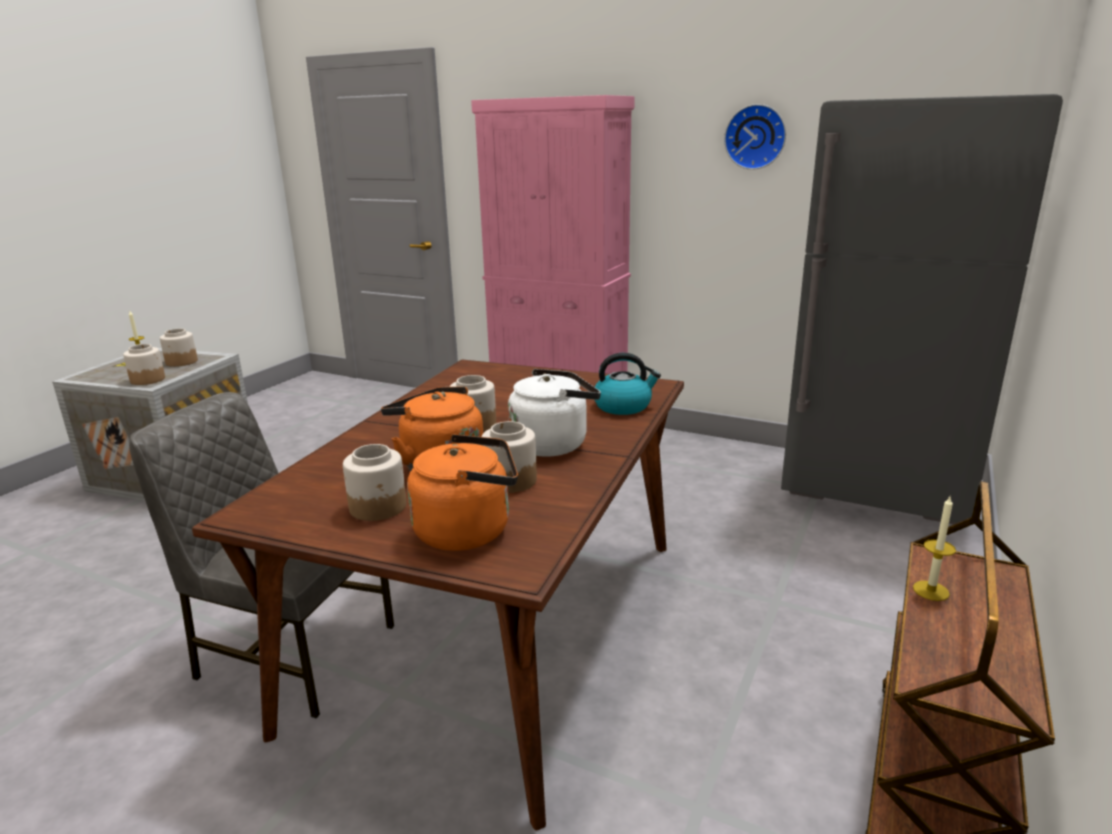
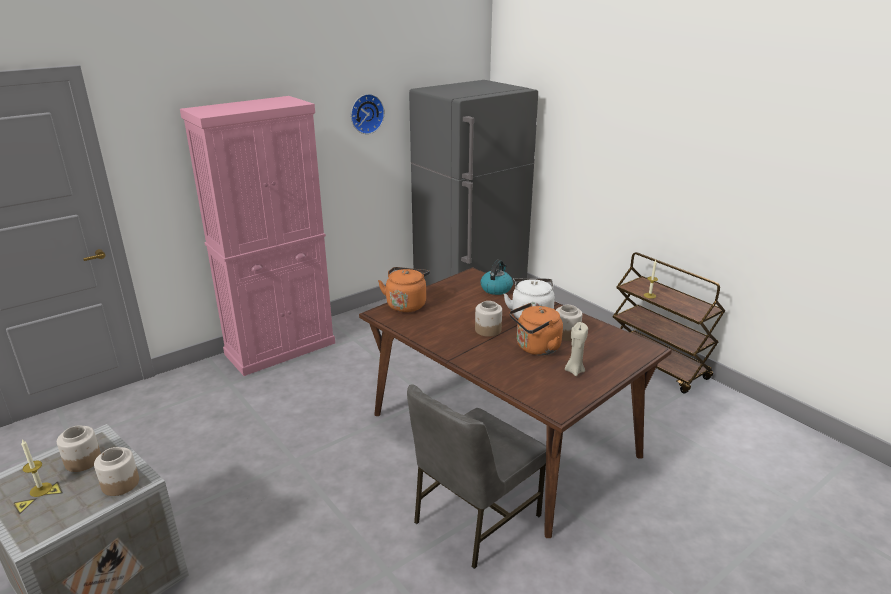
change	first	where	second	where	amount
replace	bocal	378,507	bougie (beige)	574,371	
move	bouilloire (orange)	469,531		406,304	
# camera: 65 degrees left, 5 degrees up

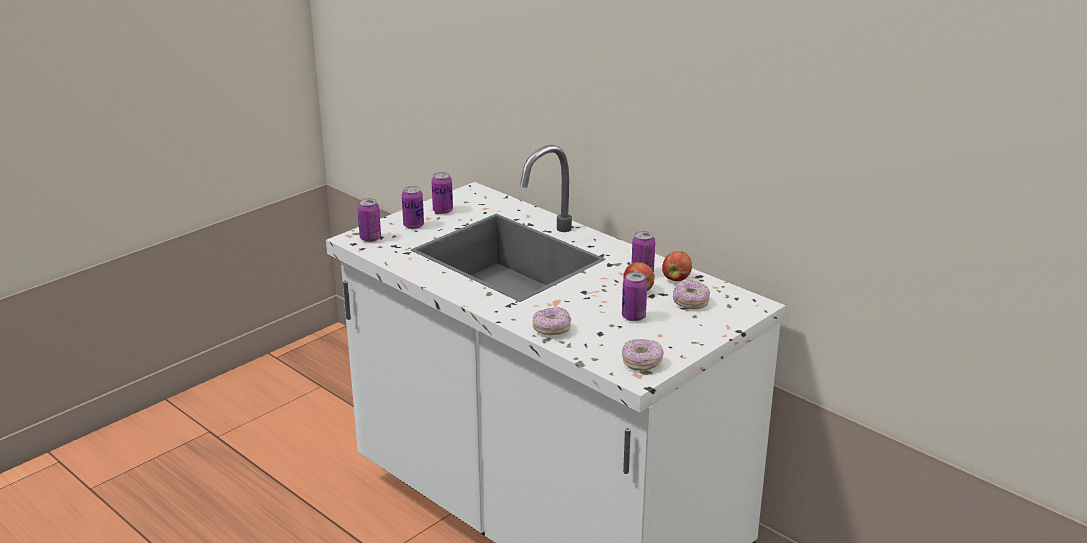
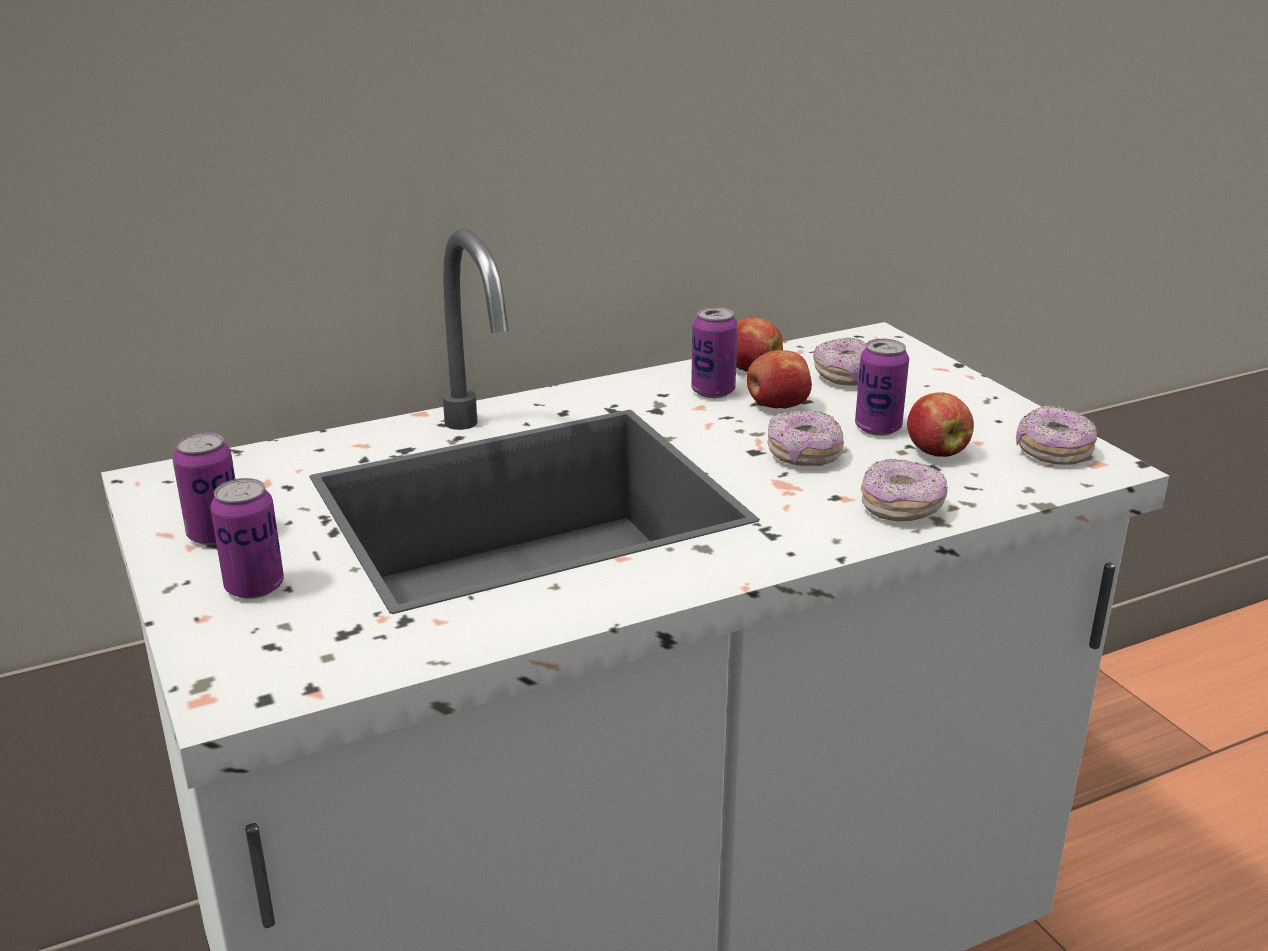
change	first	where	second	where	amount
delete	boîte métallique	370,238			
insert			beignet	804,455	
insert			pomme	935,452	
# camera: 70 degrees left, 0 degrees up

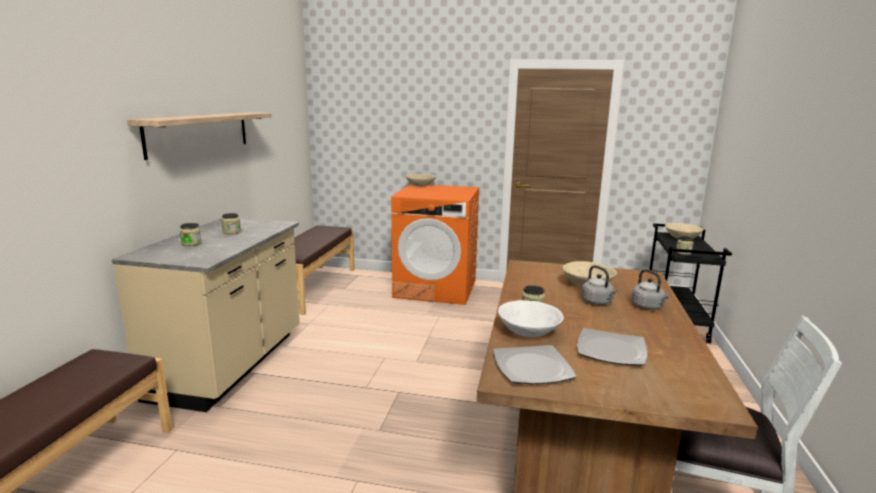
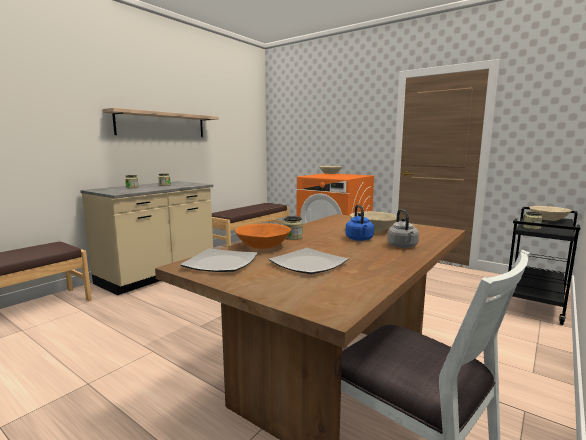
change	first	where	second	where	amount
recolor	bol (blanc)	528,332	bol (orange)	263,246	
recolor	bouilloire (gris)	598,302	bouilloire (bleu)	359,239	
# camera: 25 degrees right, 5 degrees down

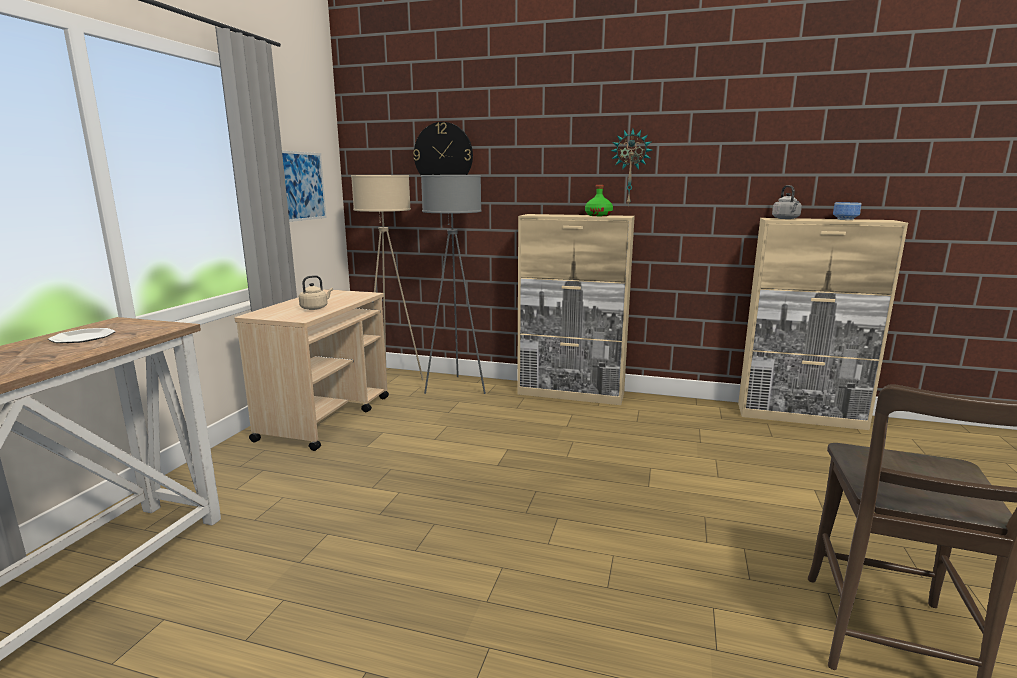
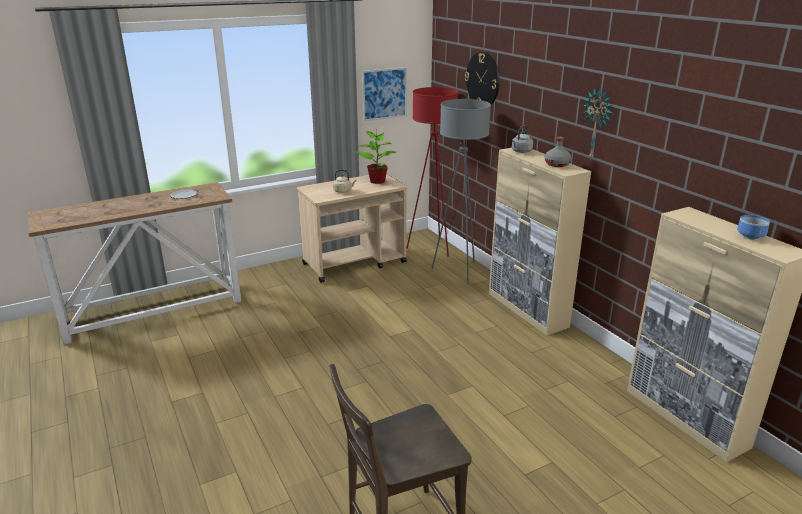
change	first	where	second	where	amount
recolor	lampadaire (beige)	392,378	lampadaire (rouge)	431,248	
recolor	bouteille (vert)	598,215	bouteille (gris)	557,164	
move	bouilloire (gris)	786,218		521,151	
insert			plante en pot	378,181	
# camera: 45 degrees right, 10 degrees up

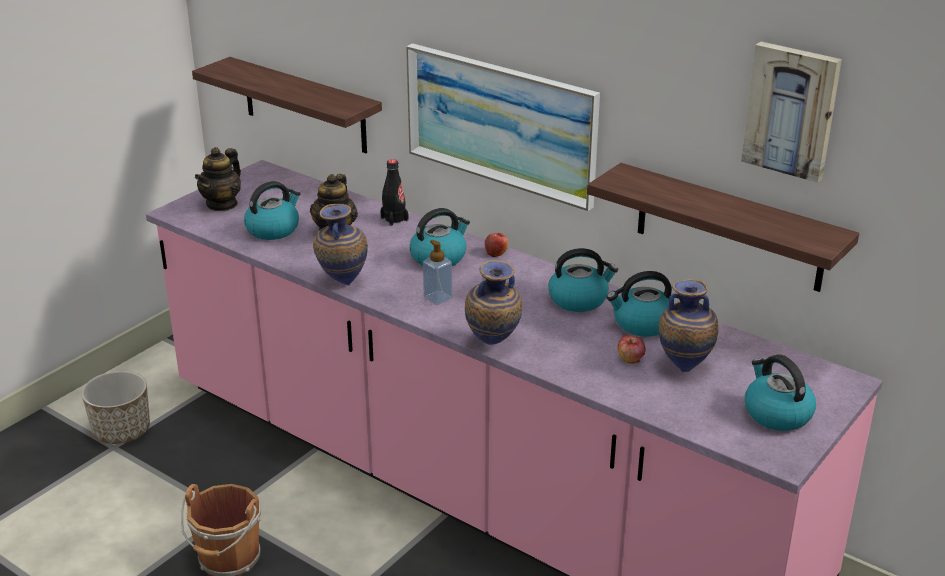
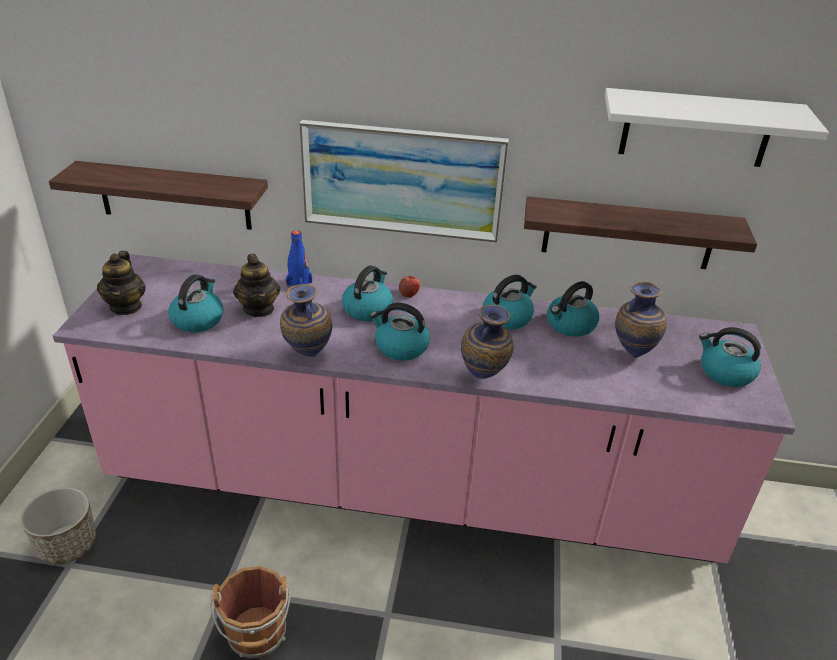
change	first	where	second	where	amount
recolor	bouteille (noir)	394,219	bouteille (bleu)	299,283	
replace	distributeur de savon	438,298	bouilloire	400,347	
delete	pomme	630,359			
replace	tableau	792,110	étagère (blanc)	696,128	
# camera: 30 degrees left, 5 degrees up

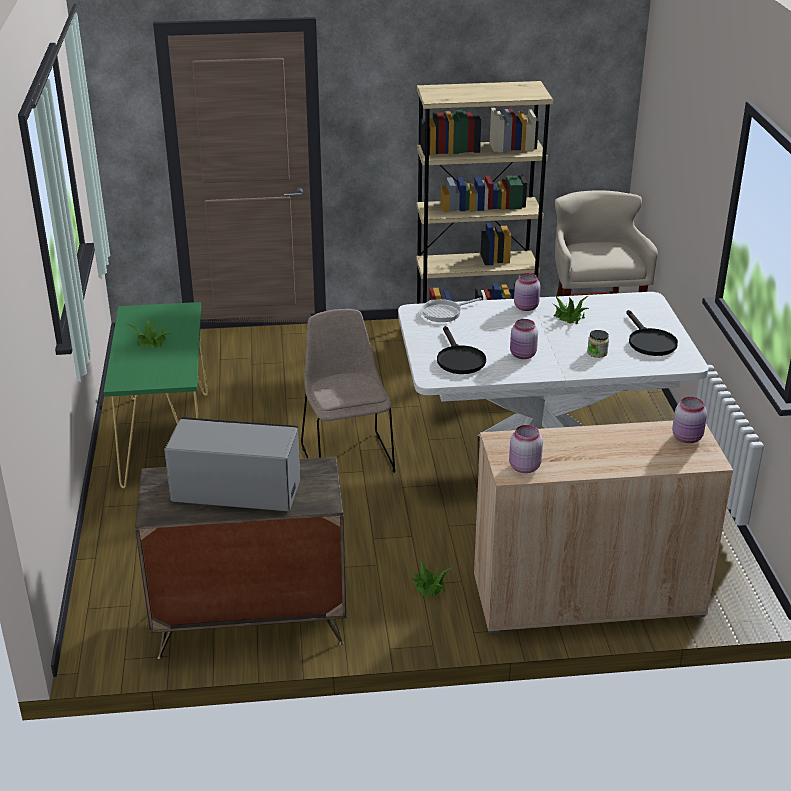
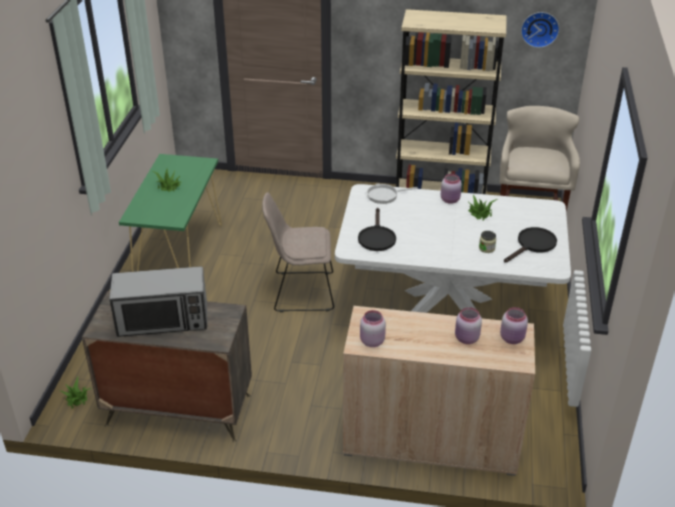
change	first	where	second	where	amount
rotate	micro-ondes	236,490		163,320	150 degrees clockwise
rotate	chaise (beige)	347,456		300,291	90 degrees counterclockwise
move	plante en pot	429,587		76,398	
move	bocal (rose)	523,355		466,339	
rotate	poêle (noir)	649,342		533,245	135 degrees counterclockwise
insert			horloge murale	540,28	
# camera: 15 degrees right, 5 degrees up

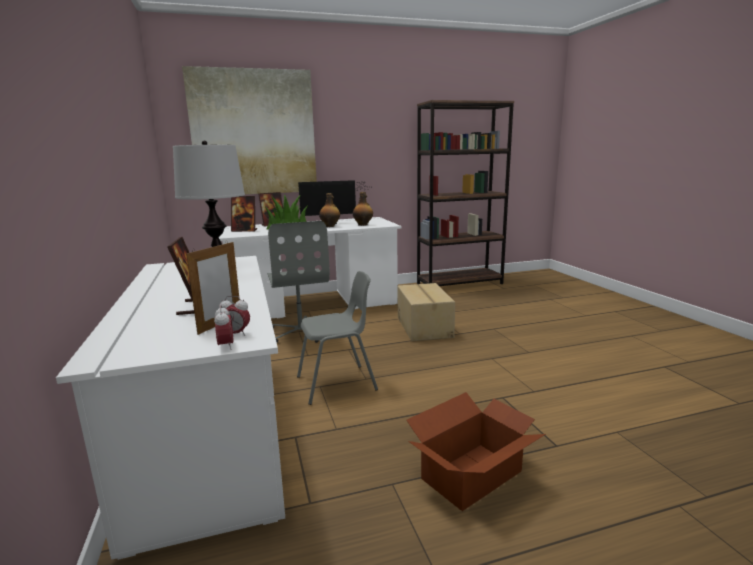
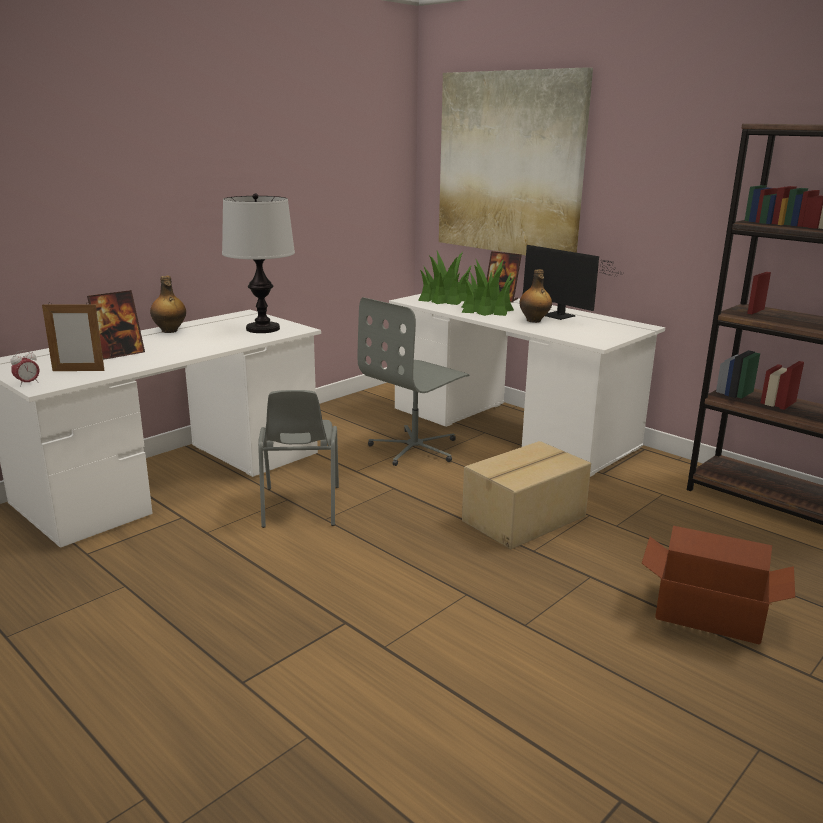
change	first	where	second	where	amount
delete	réveil	236,334			
replace	cadre photo	244,230	plante en pot	445,298	
rotate	chaise (gris)	337,384		300,507	45 degrees clockwise
move	bouteille	363,224		170,331	
move	carton	473,475		709,615	
# camera: 60 degrees right, 5 degrees up

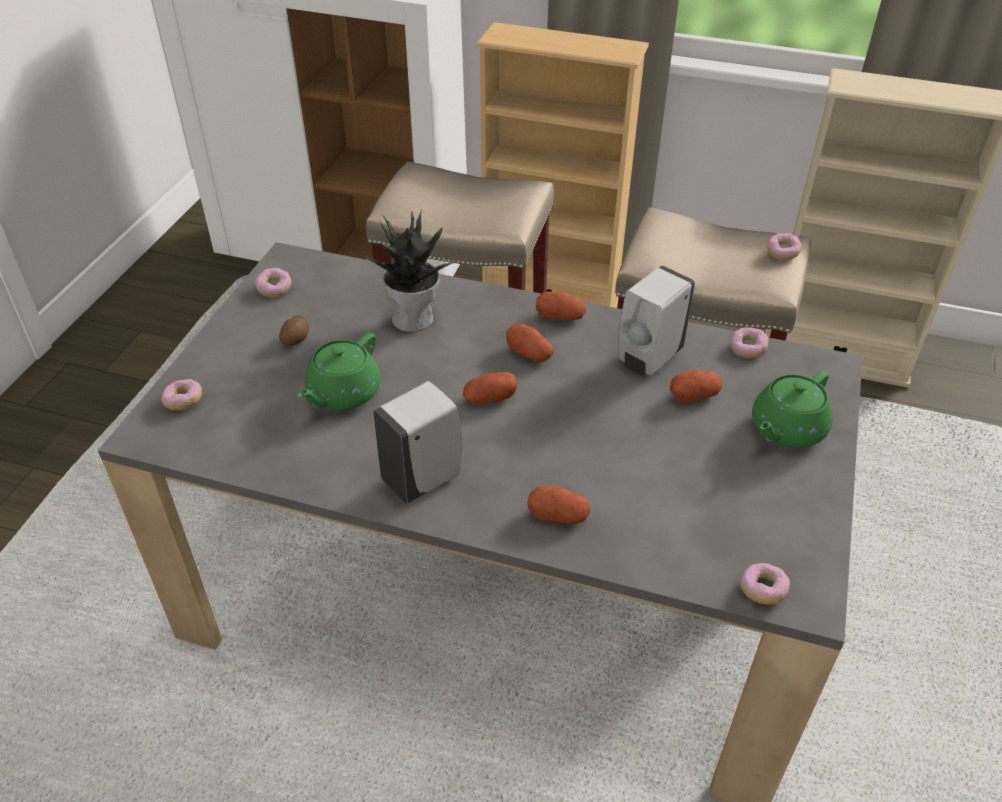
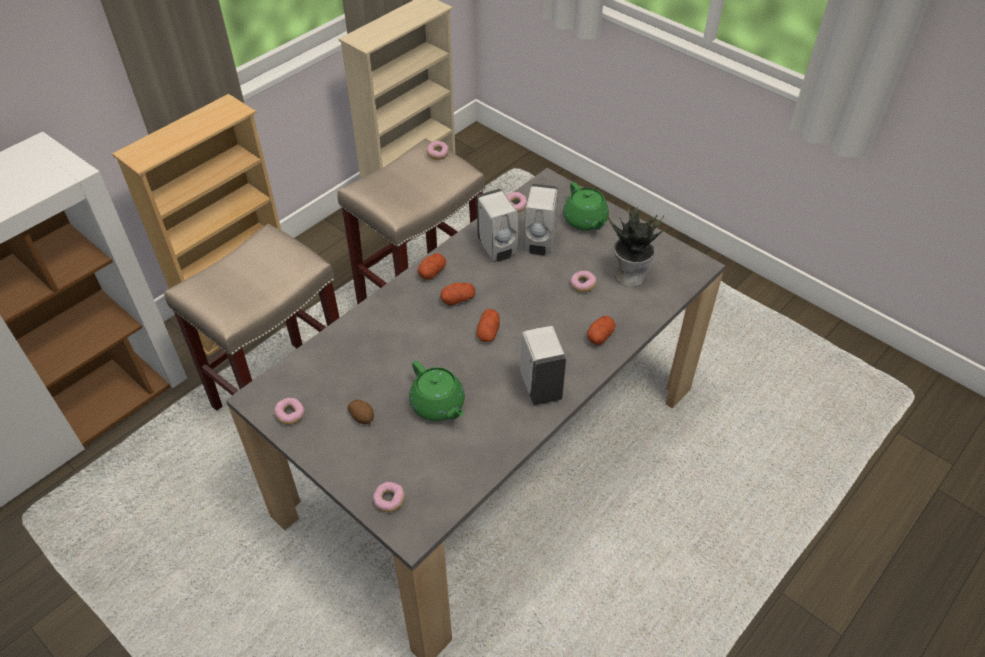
change	first	where	second	where	amount
move	plante en pot	414,318		630,275	
replace	pomme de terre	693,395	distributeur de savon (blanc)	539,244	
move	beignet	762,590		583,285	
# camera: 65 degrees left, 5 degrees up

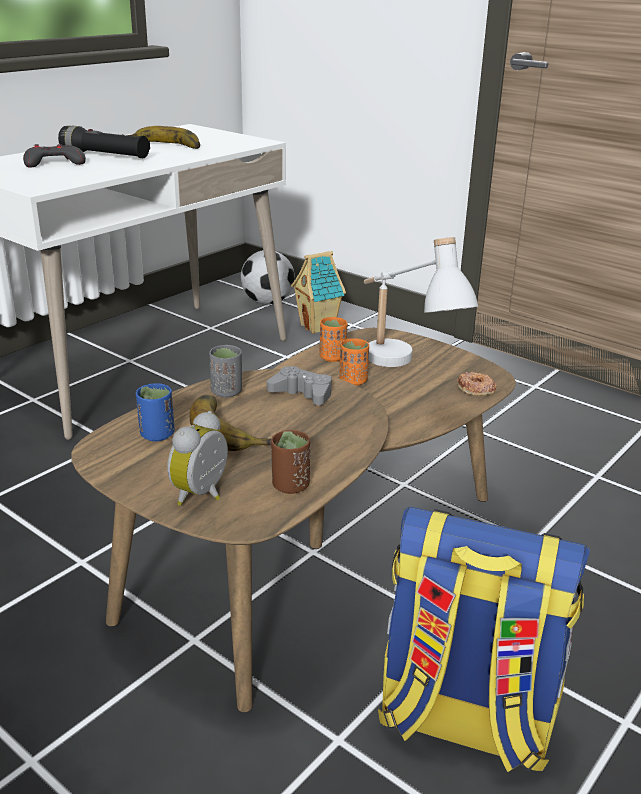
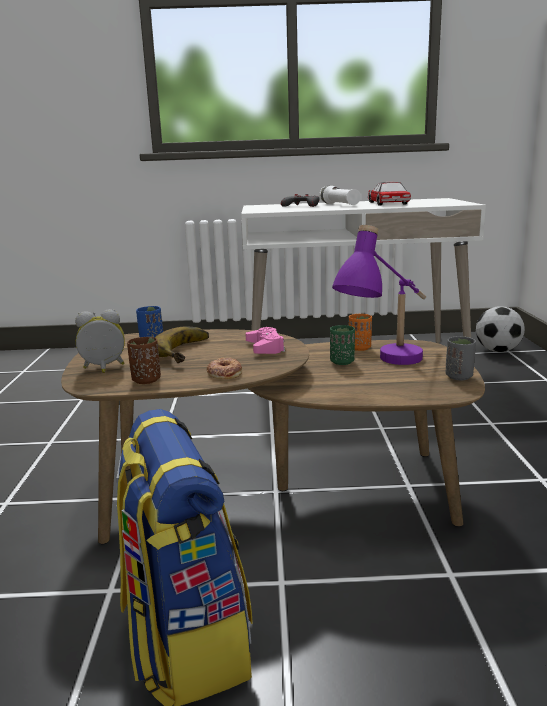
change	first	where	second	where	amount
recolor	lampe de poche (noir)	105,155	lampe de poche (blanc)	339,205	
replace	banane	162,147	petite voiture	387,203	
move	tasse (gris)	226,392		459,377	
recolor	manette (gris)	302,393	manette (rose)	265,347	
delete	maison miniature	318,327			
recolor	tasse (orange)	353,381	tasse (vert)	342,362	
recolor	lampe de table (blanc)	402,372	lampe de table (violet)	389,367	
move	beignet	475,388		224,373	
# camera: 50 degrees right, 10 degrees down

